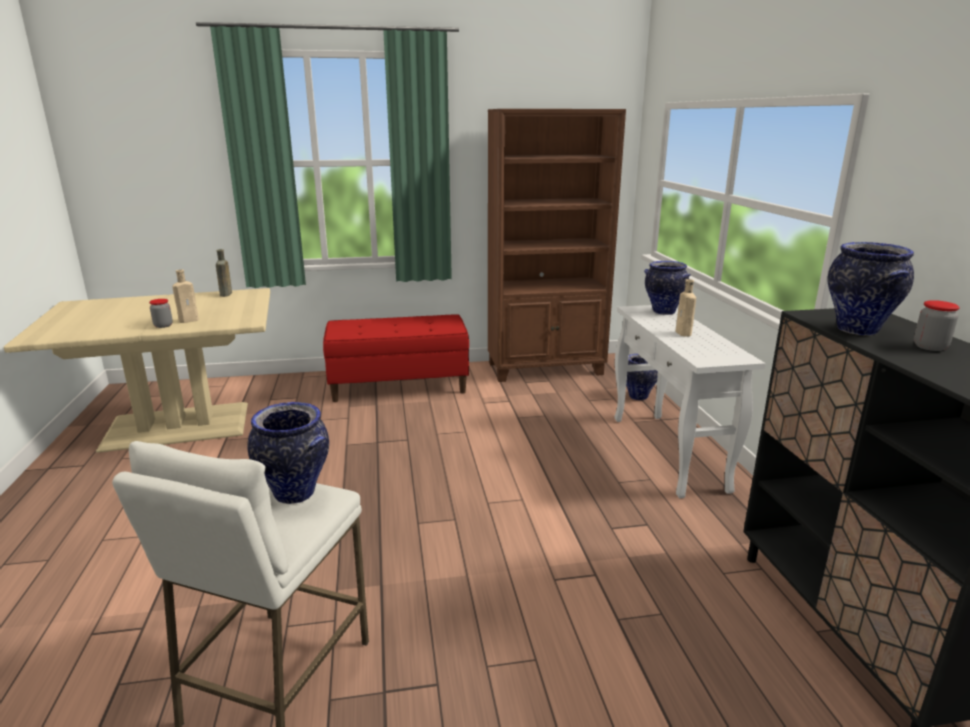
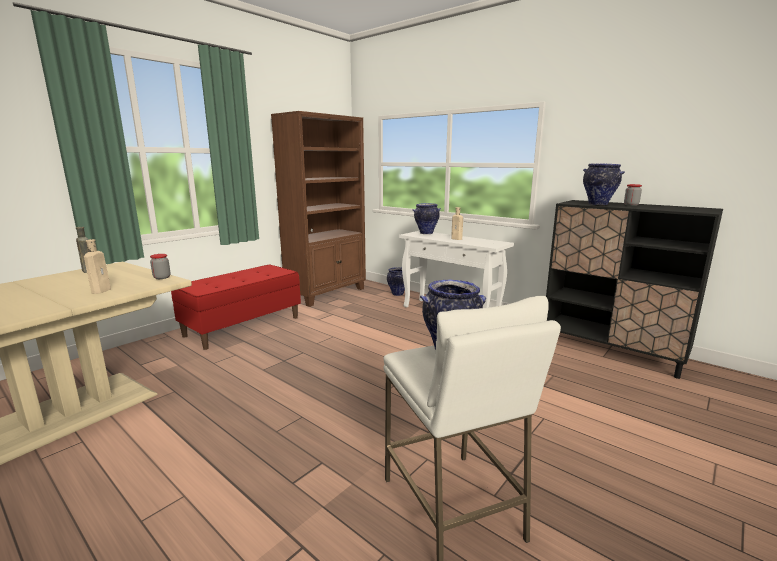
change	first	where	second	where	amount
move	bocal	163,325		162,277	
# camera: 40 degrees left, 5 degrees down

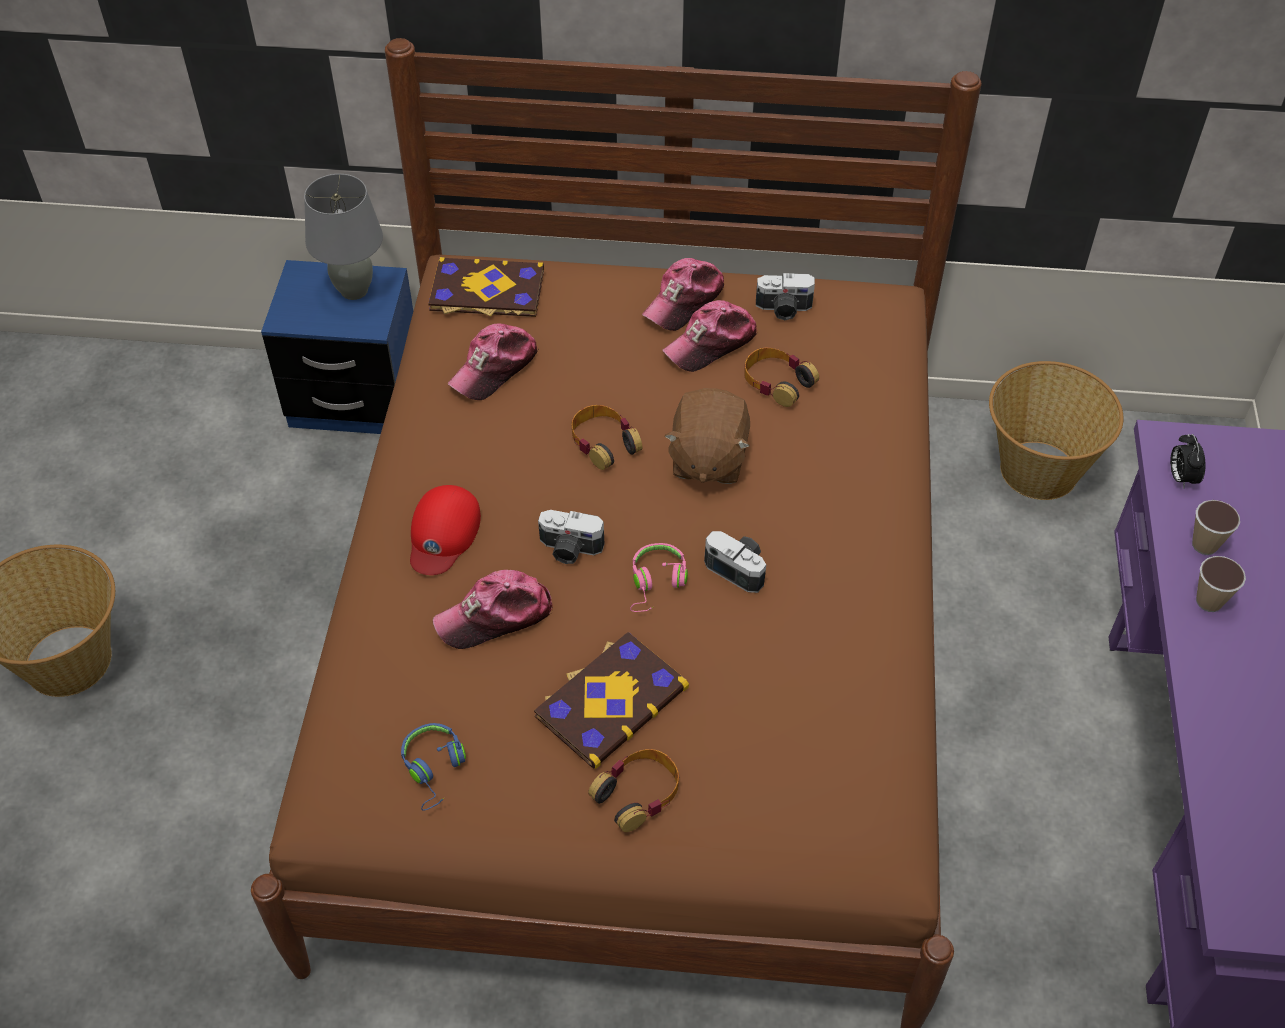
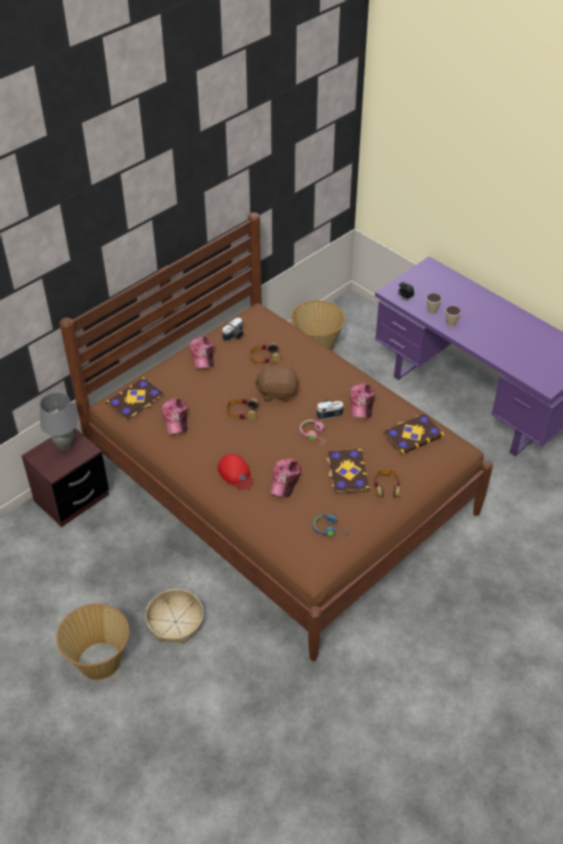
change	first	where	second	where	amount
recolor	table de chevet (bleu)	356,398	table de chevet (marron)	72,498	
delete	appareil photo	569,549			
move	casquette	711,343		362,403	
rotate	peluche (marron)	707,459		277,392	135 degrees clockwise
insert			panier	175,622	
insert			livre	412,435	
# camera: 50 degrees left, 5 degrees down

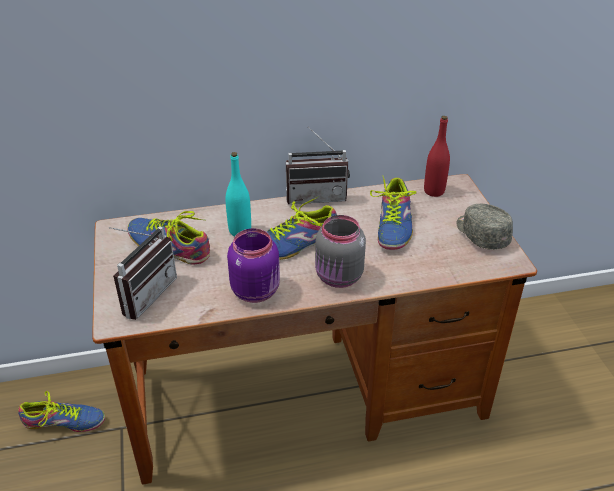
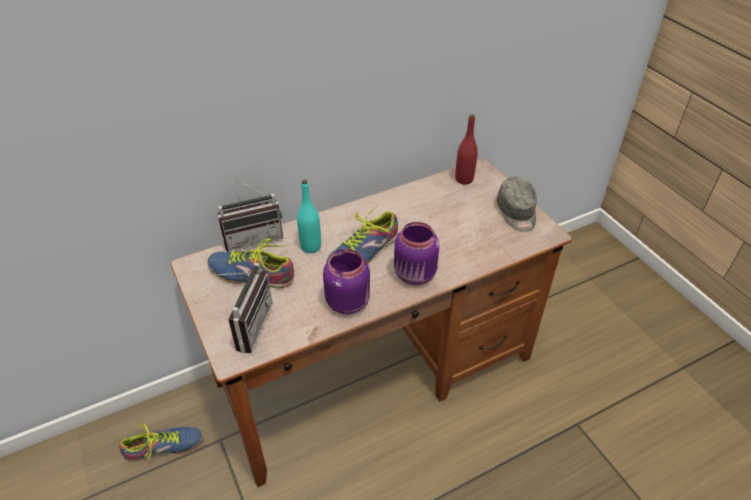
change	first	where	second	where	amount
move	radio	316,196		253,238	
recolor	bocal (gris)	339,278	bocal (violet)	415,275	
delete	chaussure	394,225			
rotate	casquette (gris)	481,234		517,213	150 degrees counterclockwise
# camera: 15 degrees left, 5 degrees up

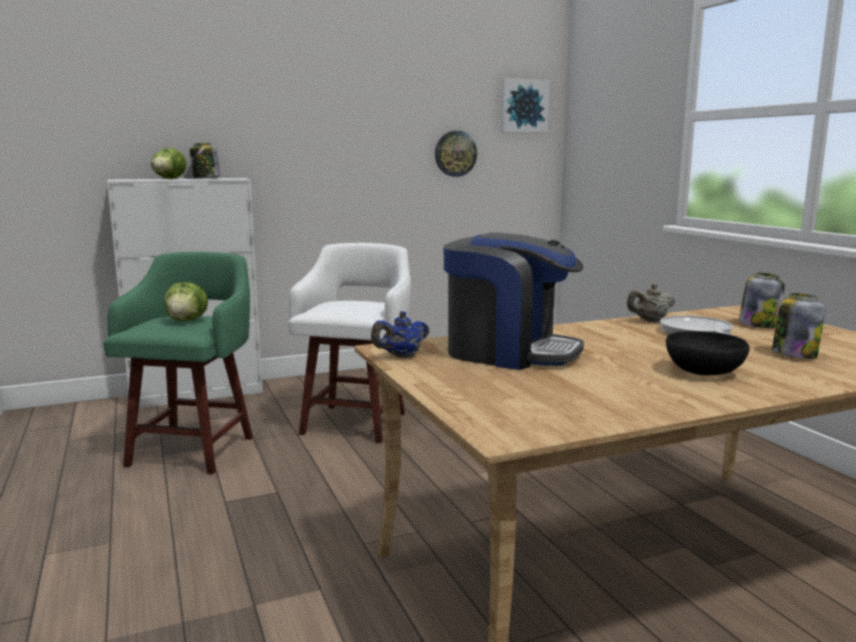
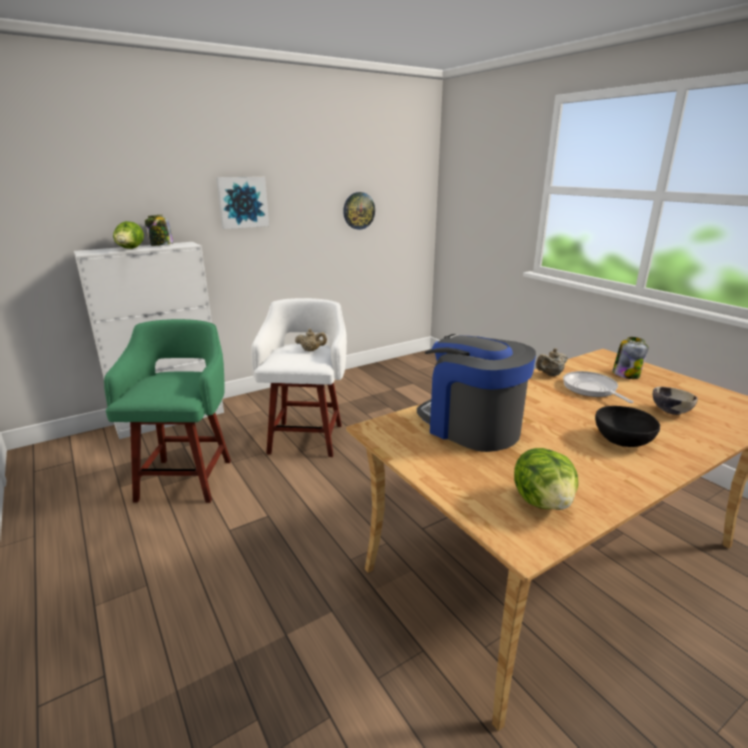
change	first	where	second	where	amount
move	laitue	187,320		543,501	
delete	théière (bleu)	401,356			
rotate	machine à café	509,352		471,426	150 degrees counterclockwise
move	tableau	523,106		242,202	
replace	bocal	794,354	bol	670,411	
insert			théière (beige)	311,350	
# camera: 10 degrees left, 10 degrees up

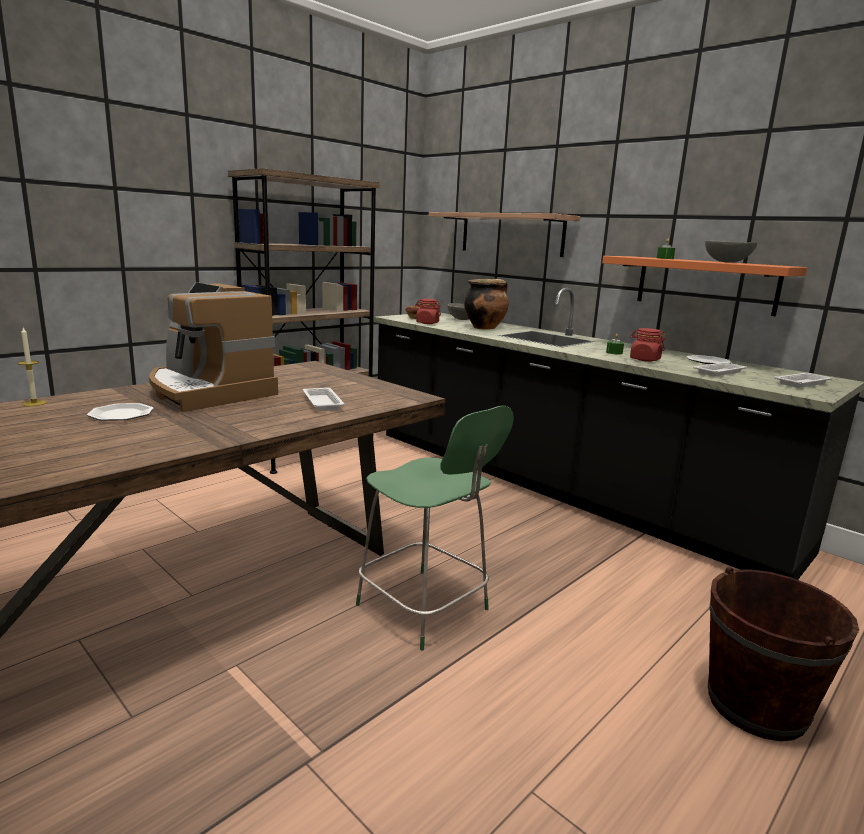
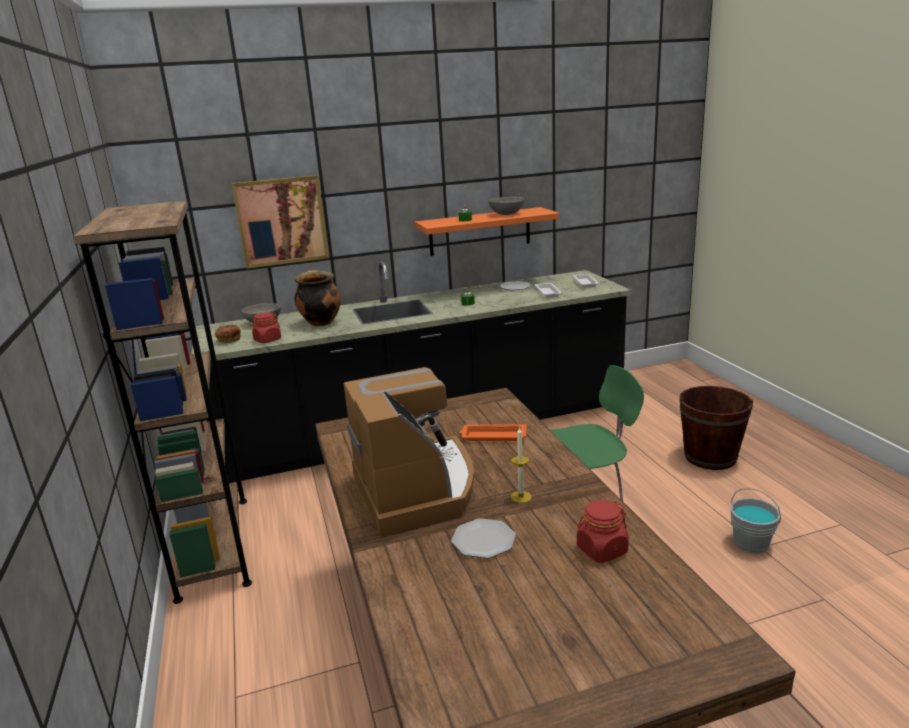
change	first	where	second	where	amount
move	bougie	34,403		521,497	
rotate	machine à café	208,392		417,490	90 degrees counterclockwise
recolor	plateau (blanc)	322,402	plateau (orange)	493,436	
replace	étagère	511,234	tableau	281,221	
move	bocal (rouge)	644,359		601,550	
insert			seau (gris)	751,542	
# camera: 60 degrees left, 5 degrees up

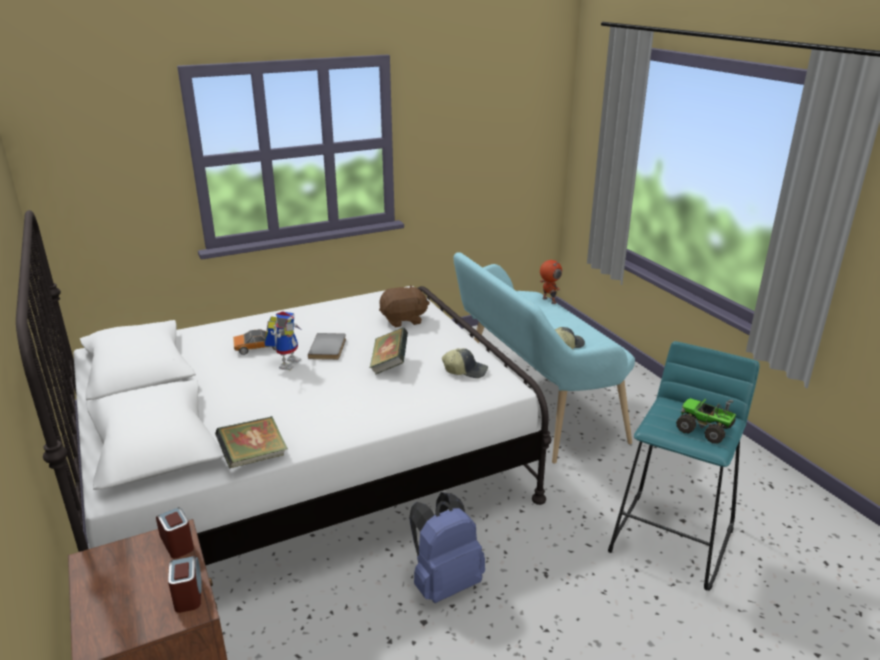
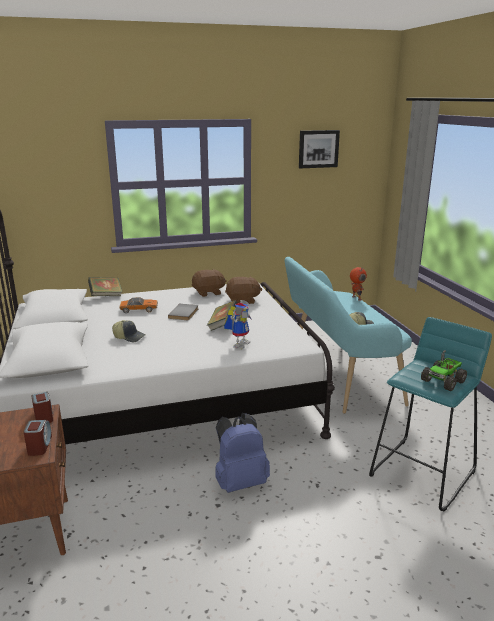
change	first	where	second	where	amount
move	livre	254,457		106,296	
move	robot jouet	287,362		239,343	
move	casquette	465,370		129,337	
rotate	camion jouet	705,429		443,381	90 degrees counterclockwise
insert			peluche (marron)	208,293	
insert			tableau	318,149	
# camera: 10 degrees right, 5 degrees down

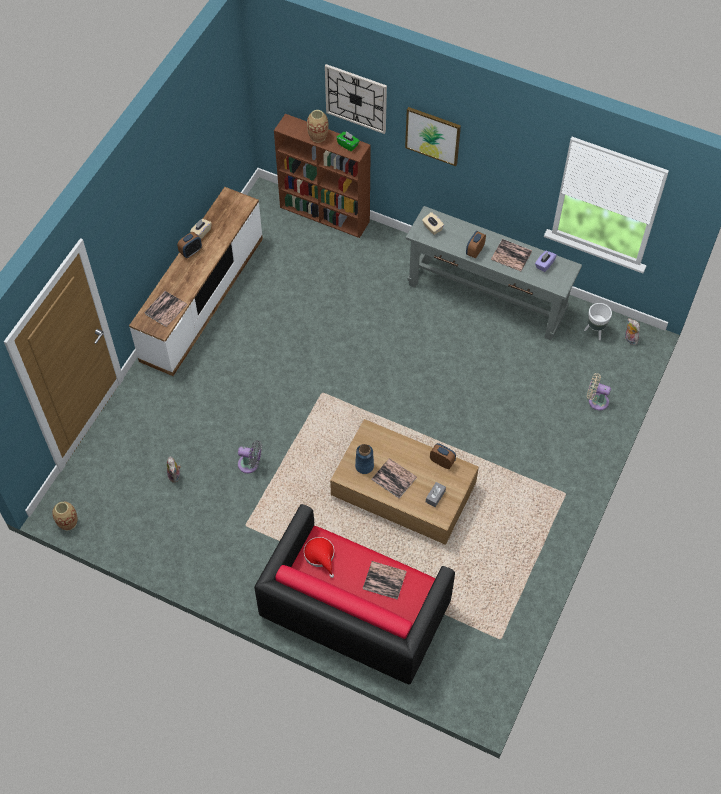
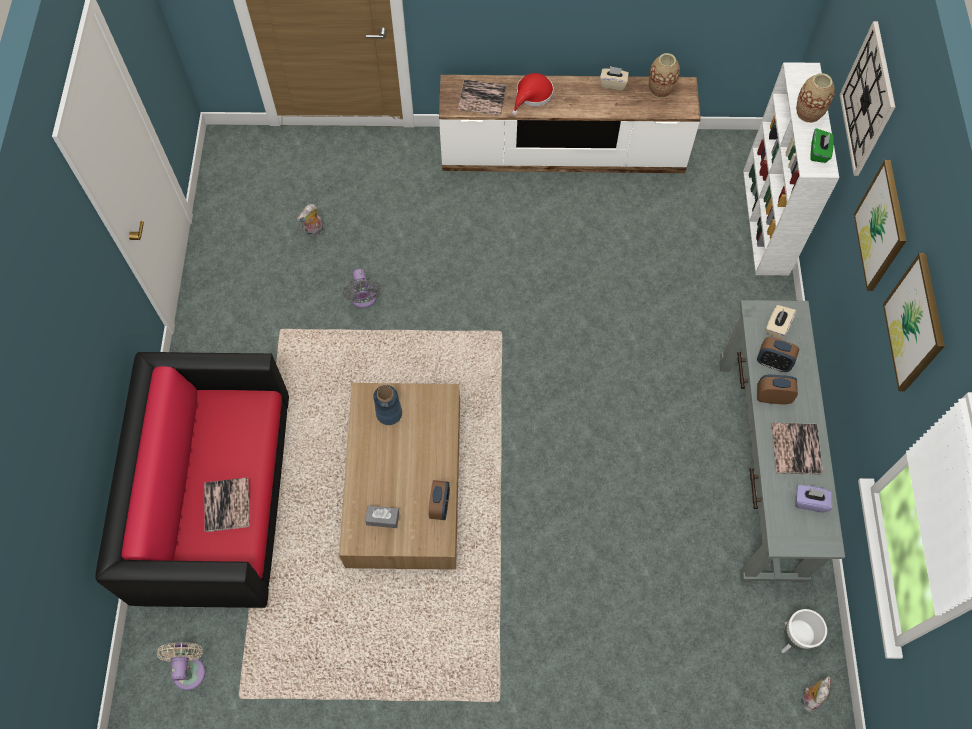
change	first	where	second	where	amount
move	vase	68,522		660,89	
move	réveil	191,252		773,362	
recolor	bibliothèque (marron)	325,214	bibliothèque (blanc)	765,222	
move	chapeau (rouge)	320,556		532,95	
delete	livre	394,478			
move	ventilateur (beige)	596,400		189,669	
insert			tableau	915,323	
# camera: 65 degrees right, 5 degrees up

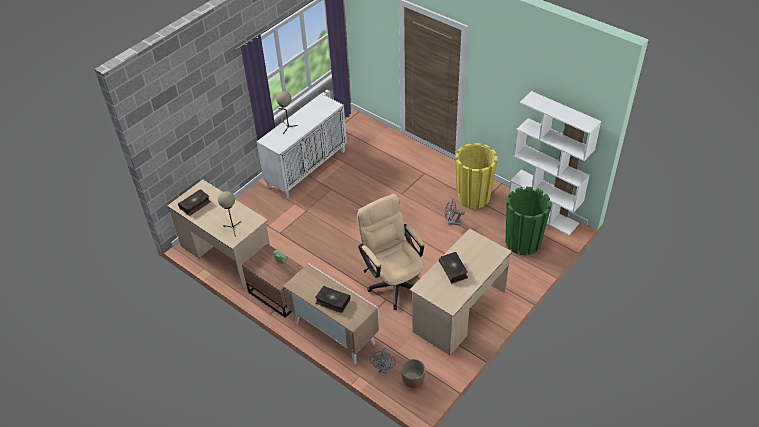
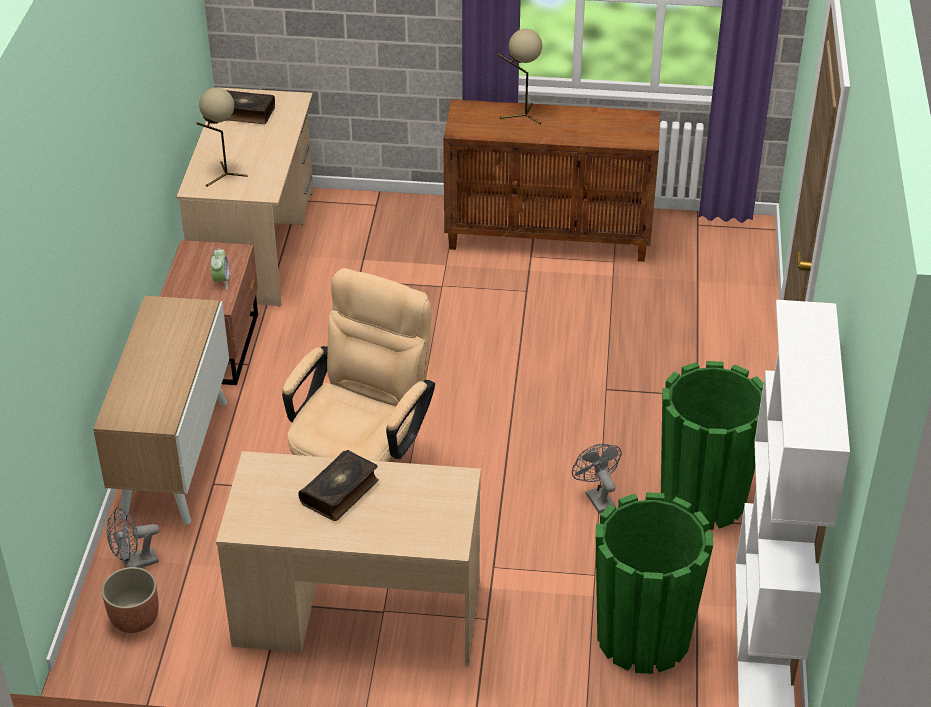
change	first	where	second	where	amount
recolor	meuble de rangement (blanc)	307,168	meuble de rangement (marron)	549,236	
delete	livre	332,302			
recolor	cache-pot (jaune)	473,196	cache-pot (vert)	703,498	
# camera: 55 degrees right, 5 degrees down

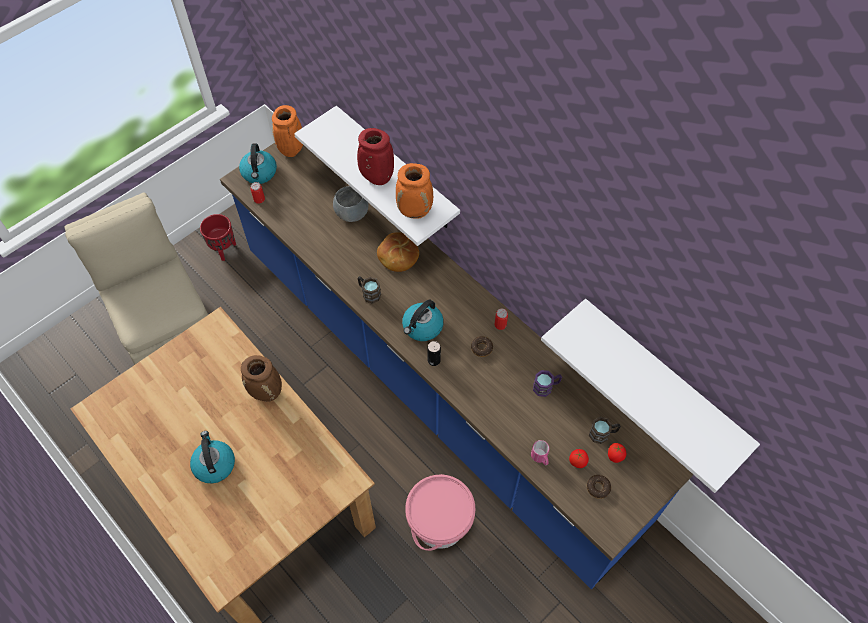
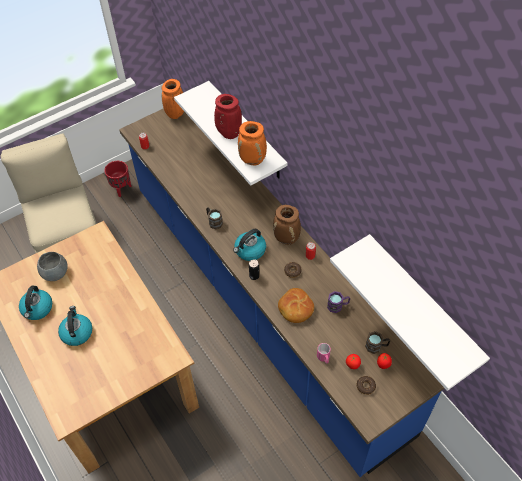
change	first	where	second	where	amount
move	bouilloire	259,173		37,309	
move	vase (marron)	267,392		287,239	
move	bol (gris)	352,213		55,273	
move	pain	397,256		295,309	
delete	seau (rose)	439,523			
# camera: 10 degrees right, 5 degrees down

